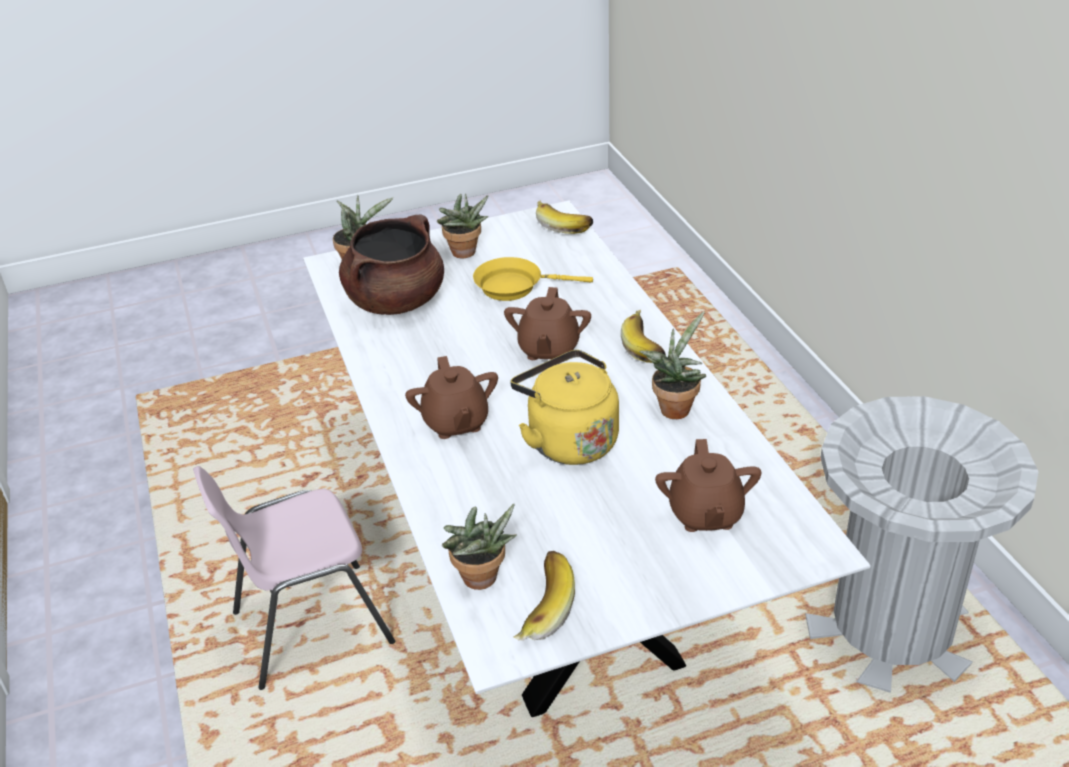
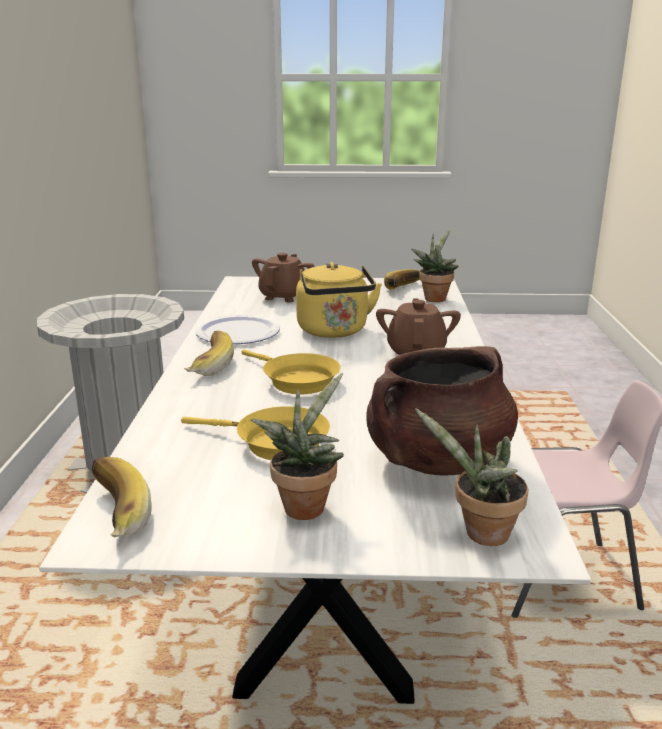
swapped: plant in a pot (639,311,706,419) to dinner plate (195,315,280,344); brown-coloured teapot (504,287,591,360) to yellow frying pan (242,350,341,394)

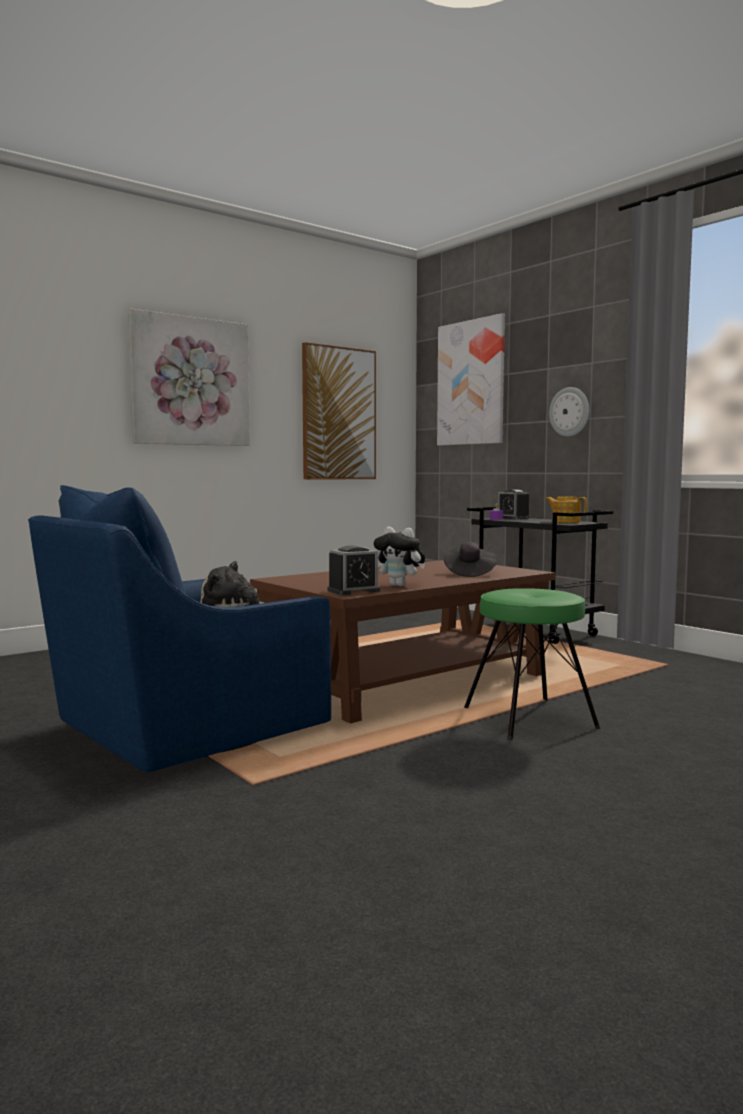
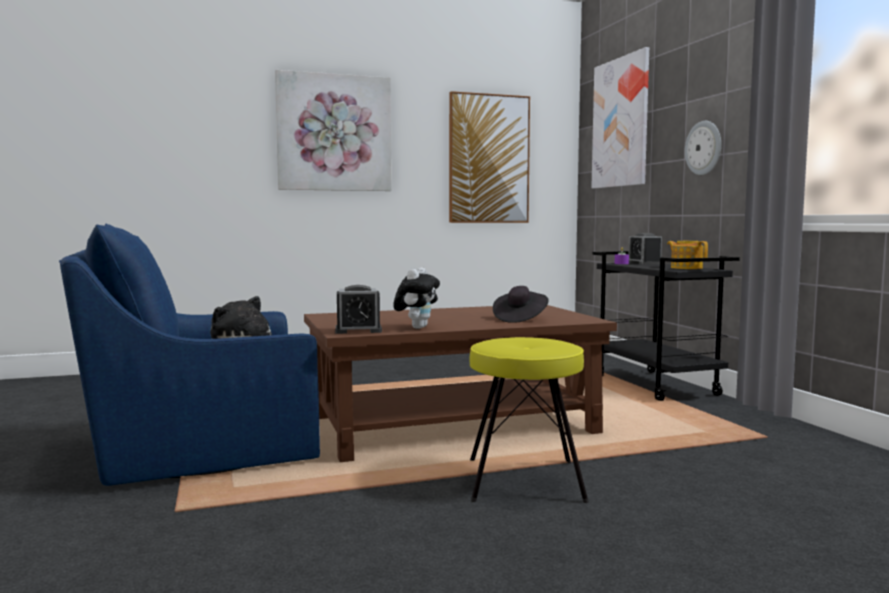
repainted: green sitting stool (464,588,600,740) to yellow sitting stool (470,337,589,503)
rotated: cuddly toy (374,527,425,586) = (393,267,440,329) 120 degrees counterclockwise

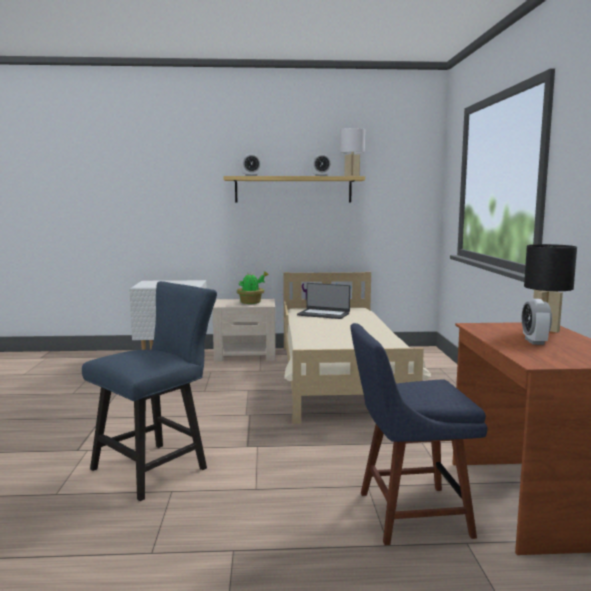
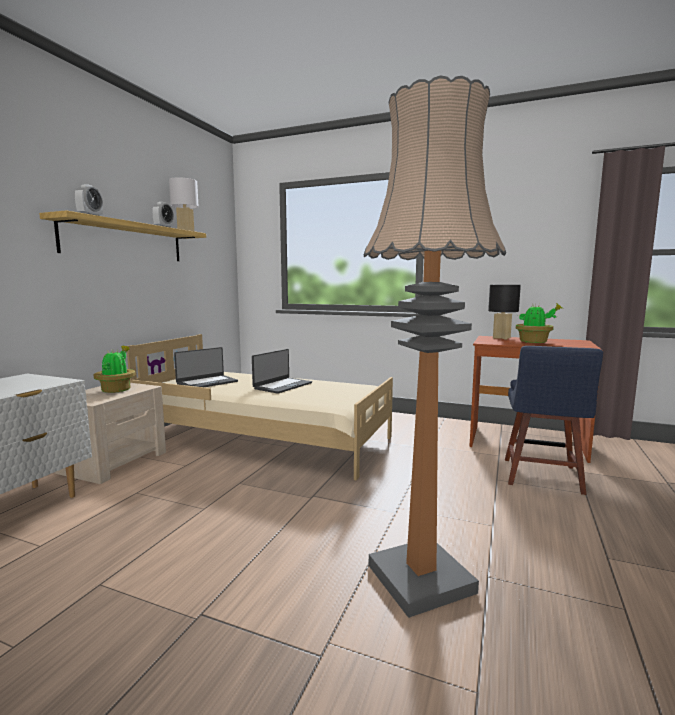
new: portable computer (252,349,312,394)
swapped: bluish plain chair (82,281,217,501) to standing lamp (364,75,506,618); table clock (522,299,552,345) to plant in a pot (516,303,563,343)

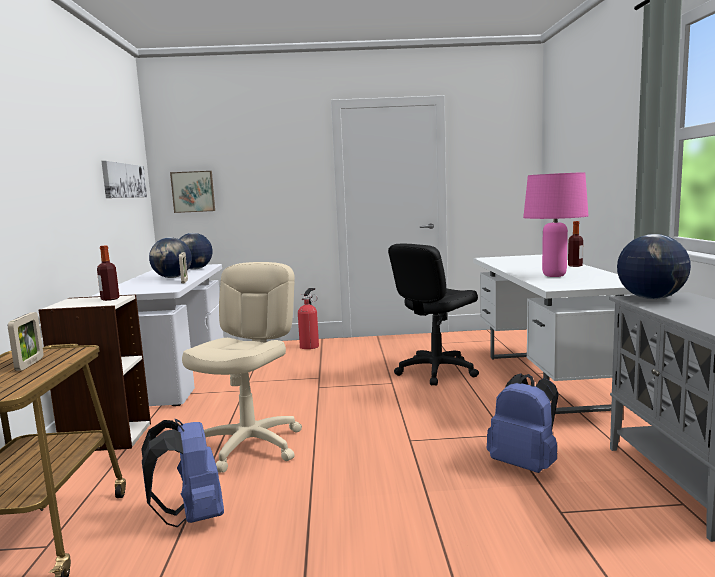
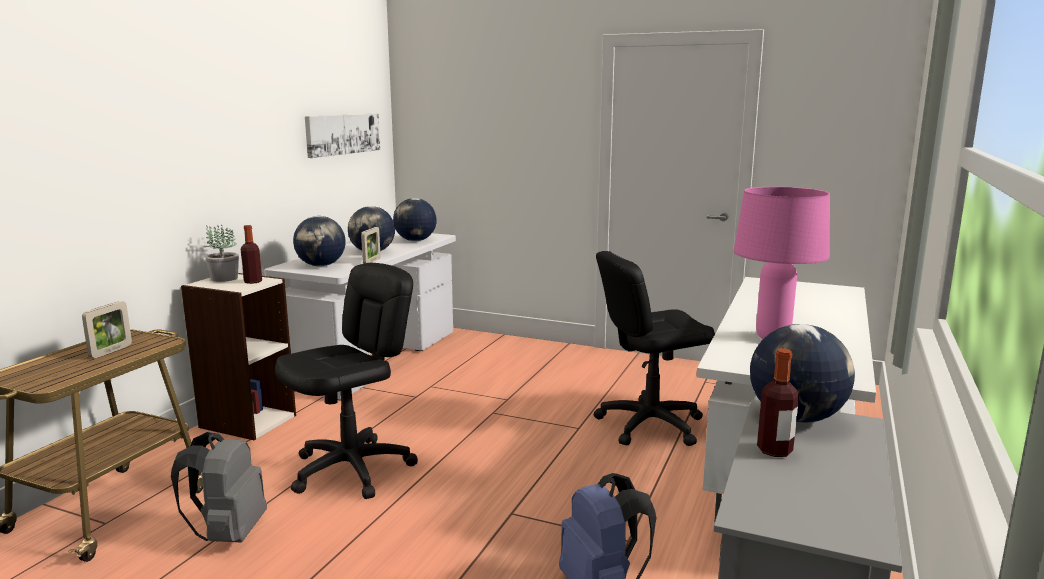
gone: picture (170,171,215,213); fire extinguisher (298,288,319,349)
new: plant in a pot (205,225,239,282); desk globe (293,216,346,267)
shifted: bottle (568,221,583,267) to (757,348,799,457)
repainted: bluish backpack (141,419,224,528) to gray backpack (171,432,267,543); beige-coloured office chair (182,262,302,473) to black office chair (275,263,418,499)

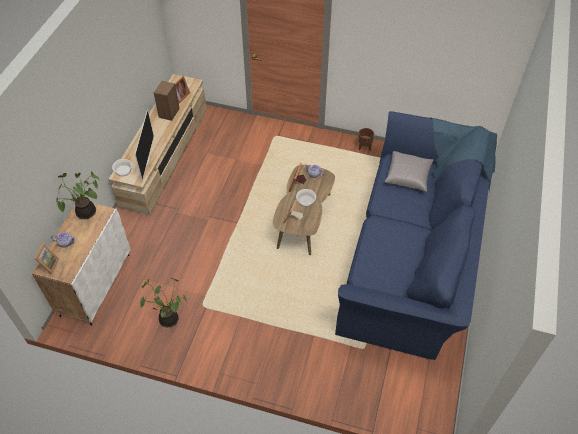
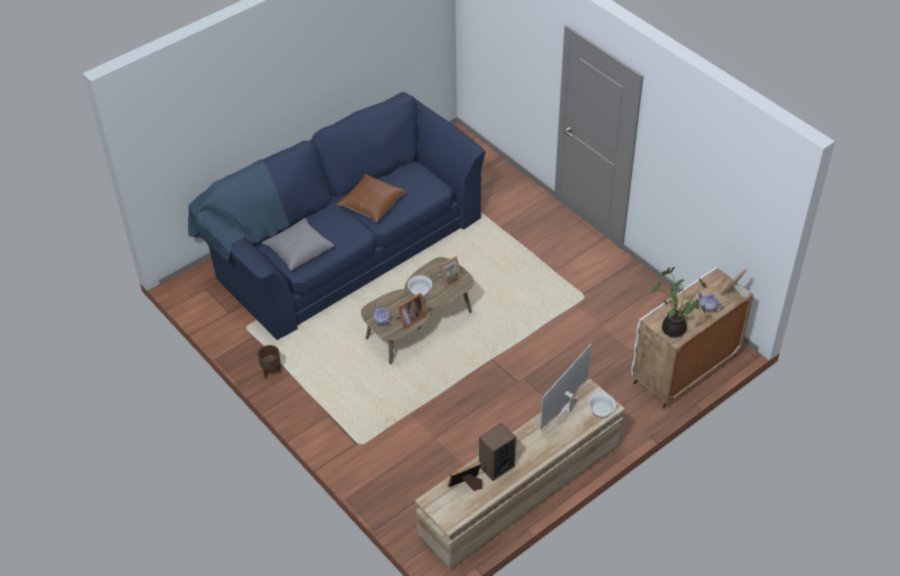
gone: plant in a pot (140,278,187,327)
new: brown-coloured throw pillow (336,174,406,222)

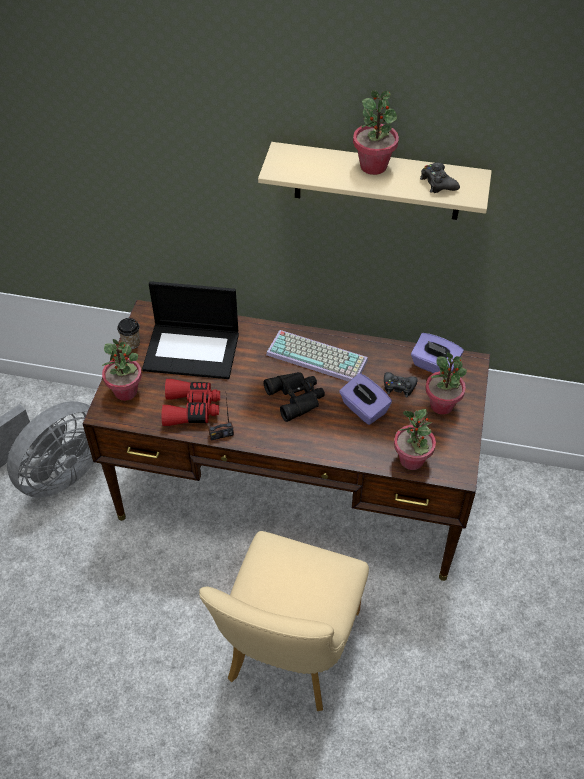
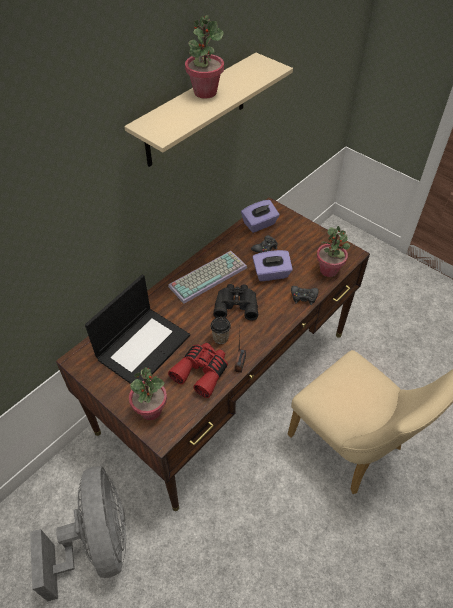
gone: plant in a pot (425,353,467,415)
shifted: cup (117,318,140,349) to (211,317,231,344); black joypad (420,162,460,193) to (291,286,319,305)

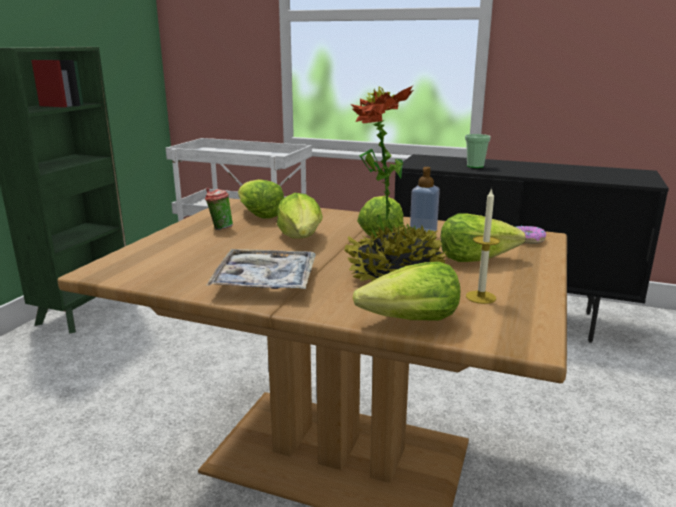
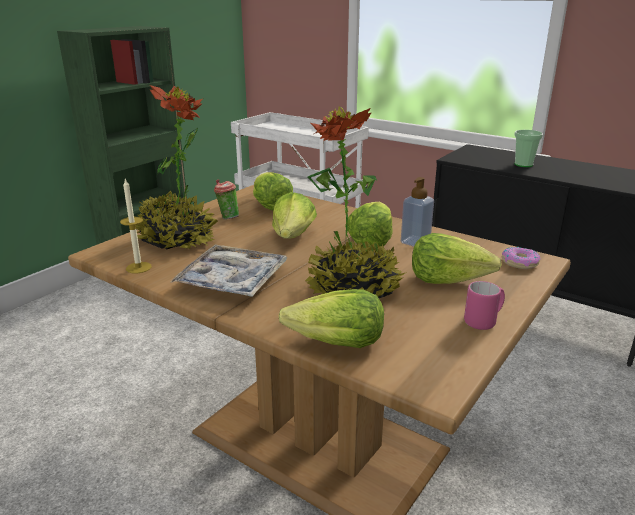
new: plant in a pot (136,85,218,249); pink tea mug (464,281,505,330)
shifted: wax light (466,188,500,304) to (120,179,152,274)

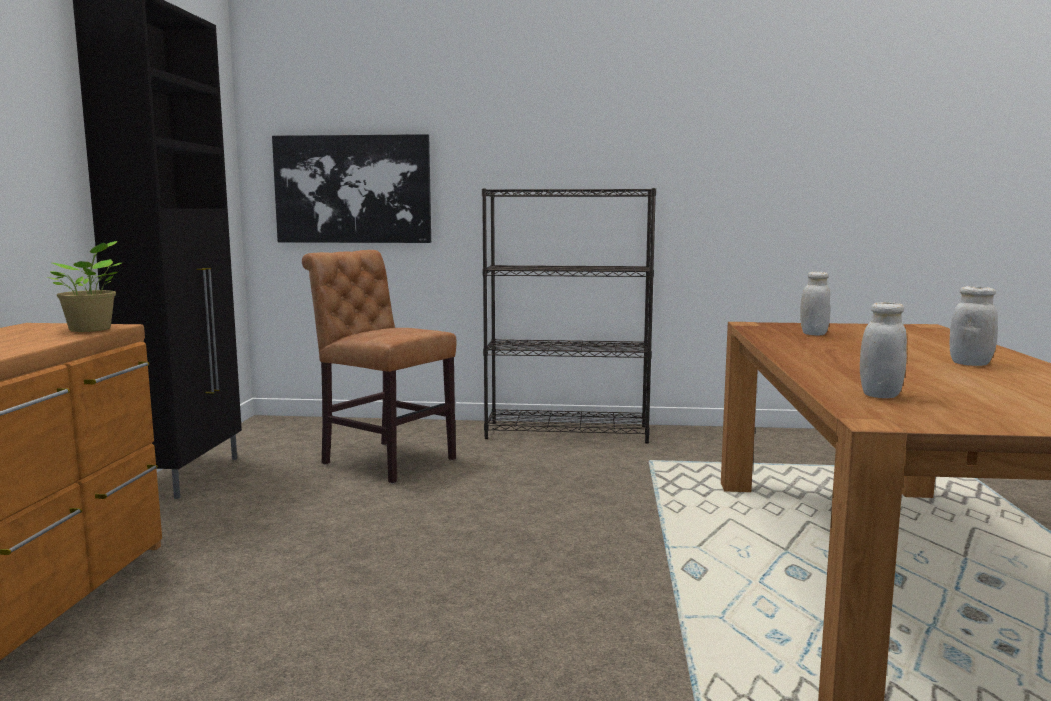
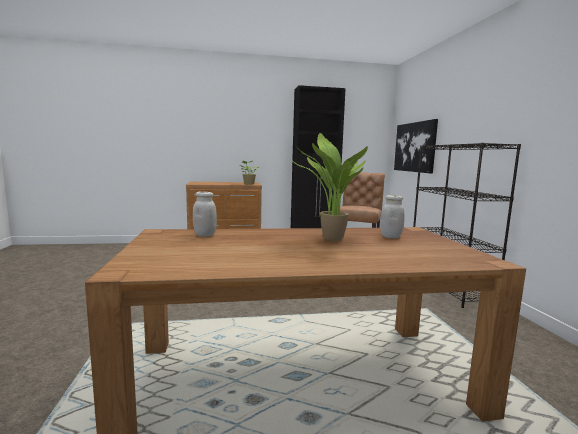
gone: whitish jar (950,286,998,366)
new: plant in a pot (292,133,368,241)

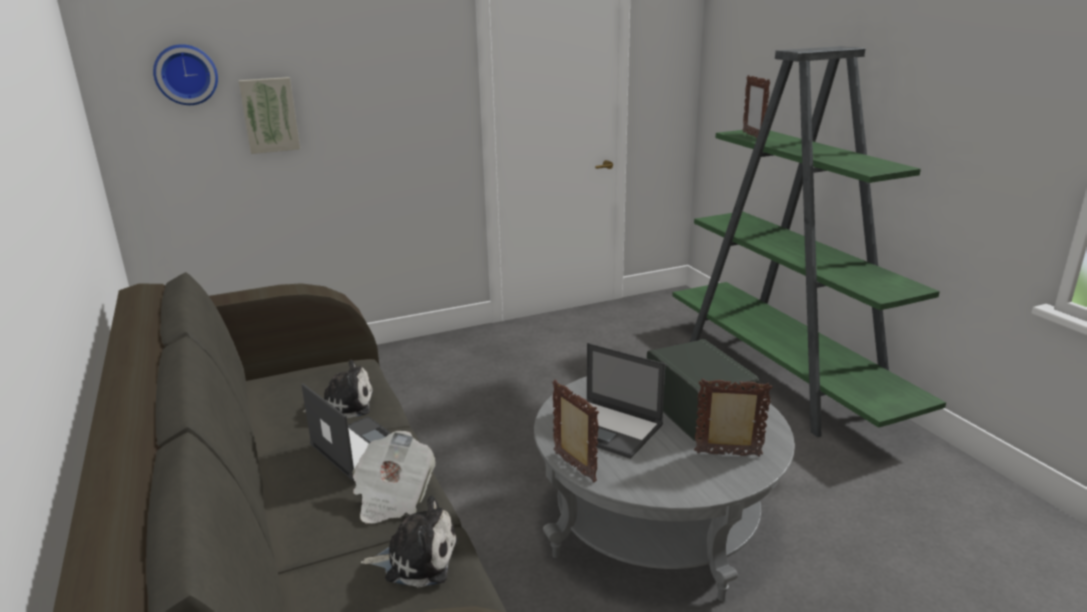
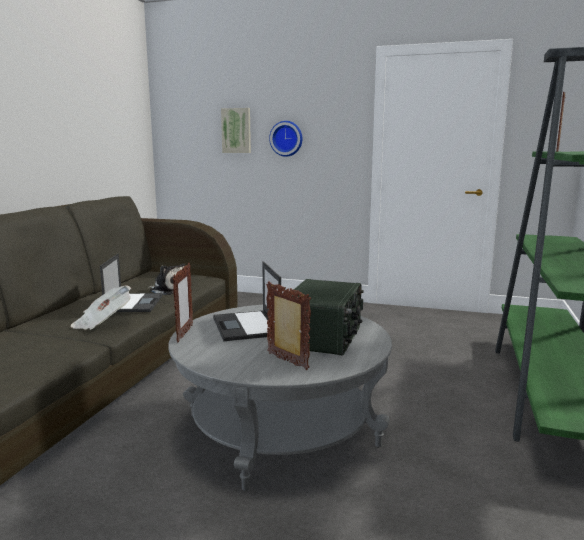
gone: cuddly toy (361,496,458,587)
shifted: clock on the wall (153,44,218,105) to (269,121,302,157)

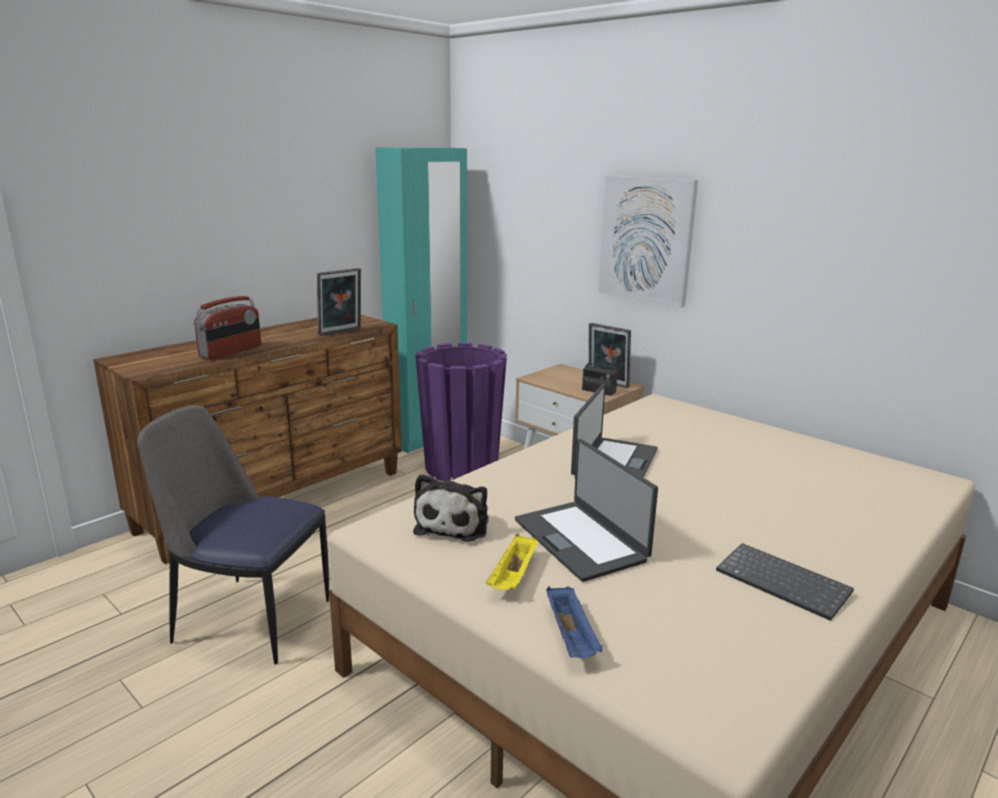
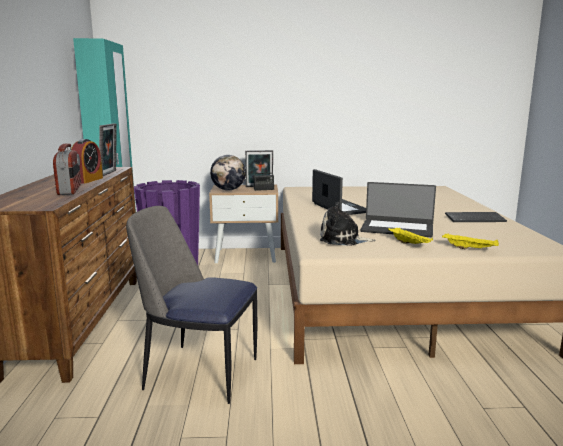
gone: picture (598,175,698,307)
new: table clock (71,139,103,183); desk globe (210,155,246,191)
repainted: bluish serving tray (546,586,603,658) to yellow serving tray (442,233,499,250)
rotated: plain chair (137,405,329,665) = (126,206,257,404) 45 degrees clockwise; cuddly toy (413,474,489,542) = (320,202,375,246) 135 degrees clockwise

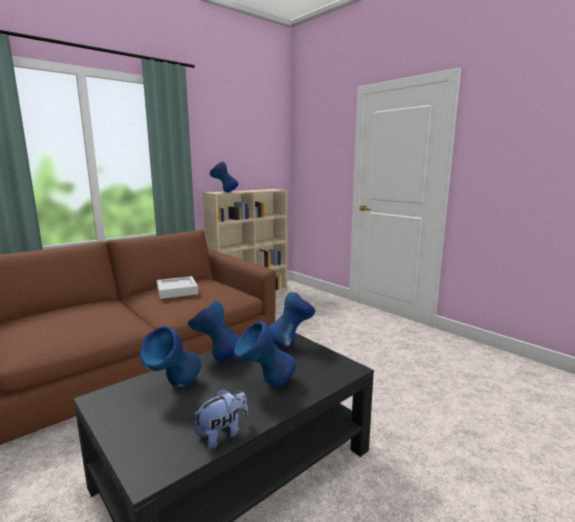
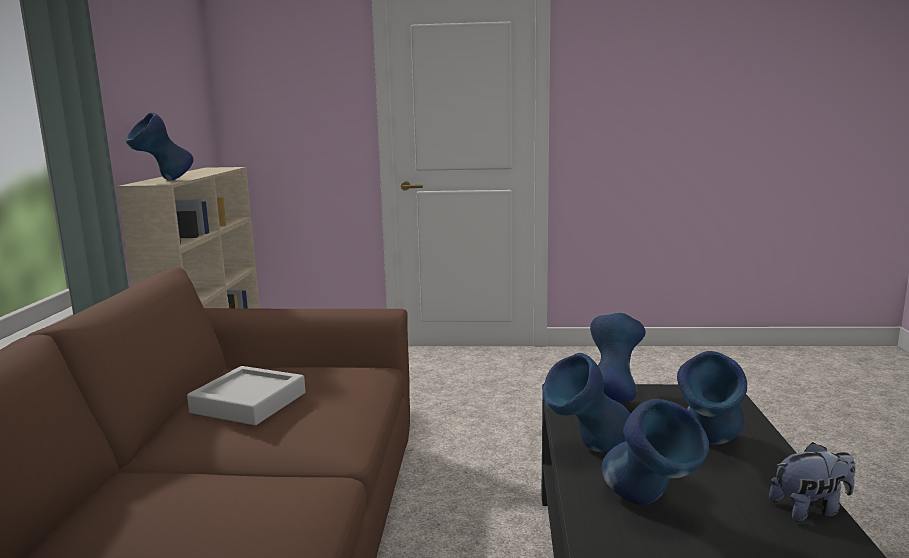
rotated: cuddly toy (193,389,248,449) = (769,442,856,522) 75 degrees clockwise

